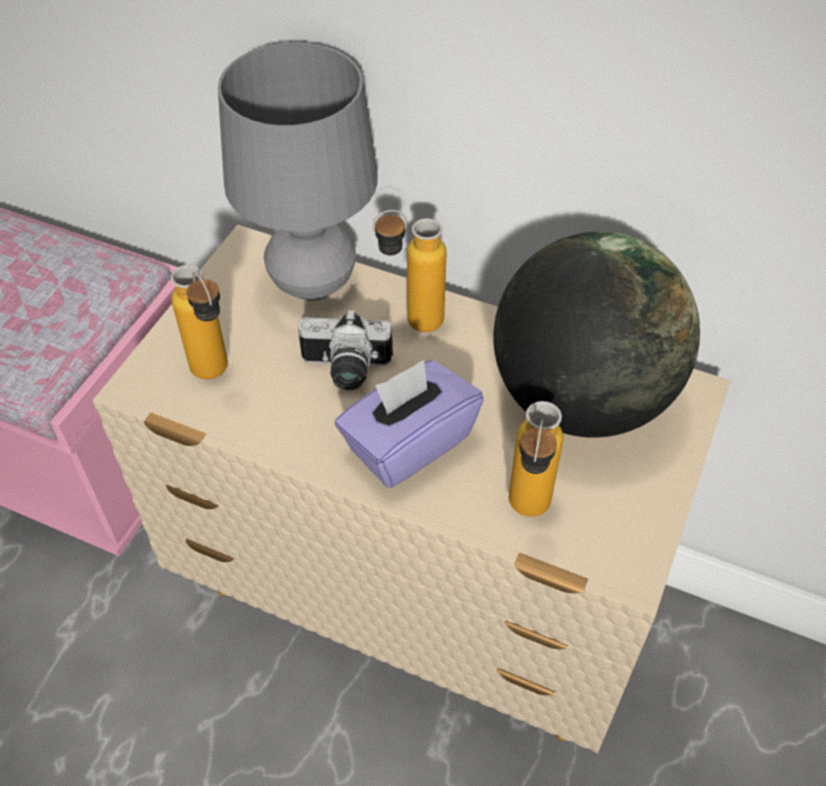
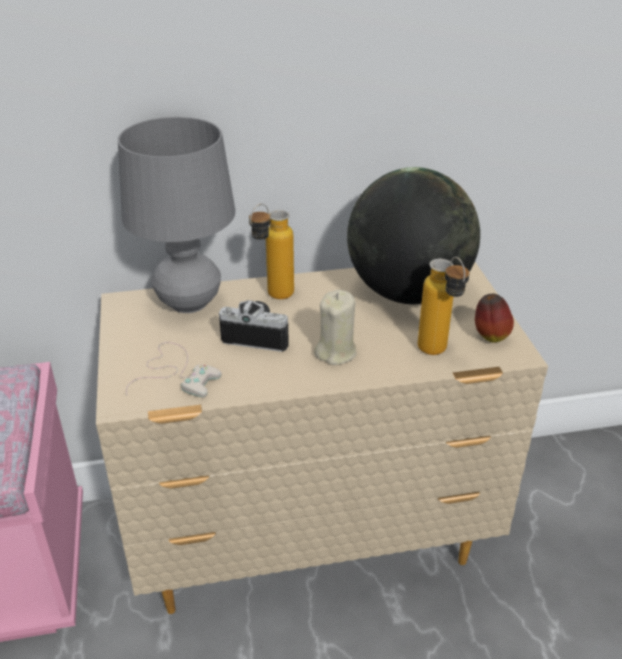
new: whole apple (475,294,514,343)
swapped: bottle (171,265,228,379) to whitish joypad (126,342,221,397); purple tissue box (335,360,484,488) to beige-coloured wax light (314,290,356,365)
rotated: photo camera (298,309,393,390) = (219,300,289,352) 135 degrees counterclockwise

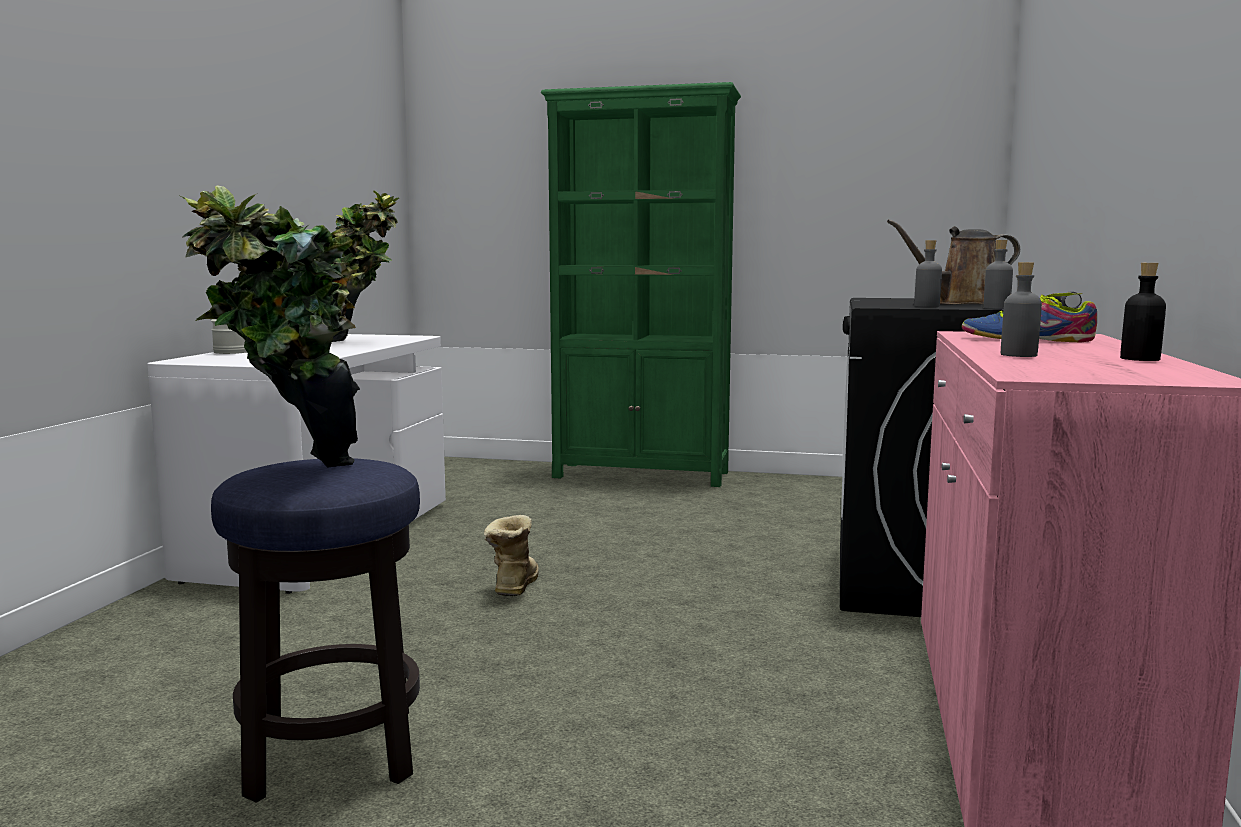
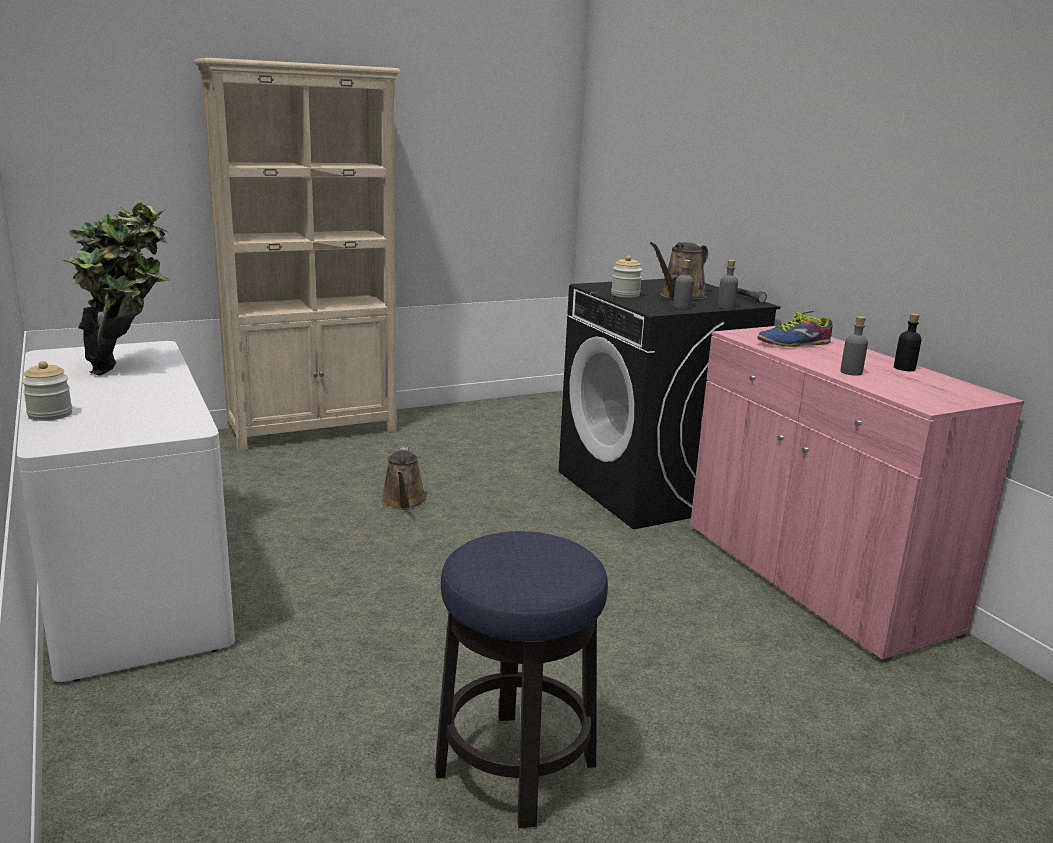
gone: plant in a pot (181,185,363,467); boot (484,515,539,596)
new: brown-coloured sprinkling can (381,447,426,510); jar (611,255,642,298)
repainted: green shelving unit (541,82,741,487) to beige-coloured shelving unit (194,57,401,451)

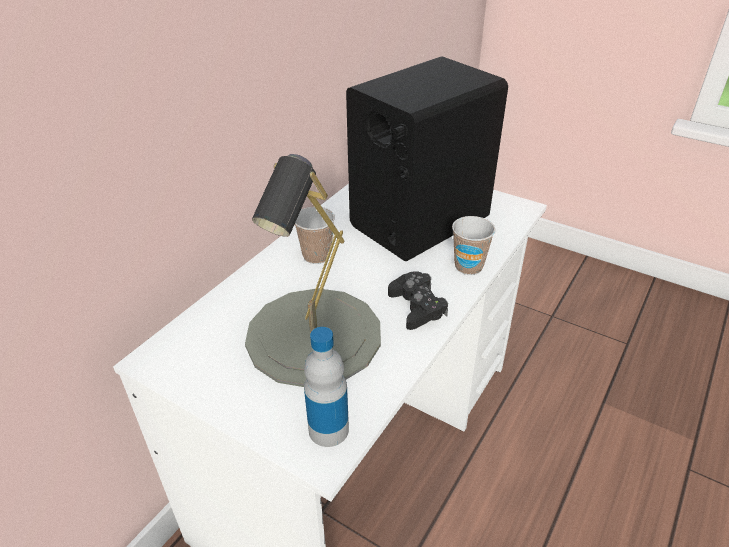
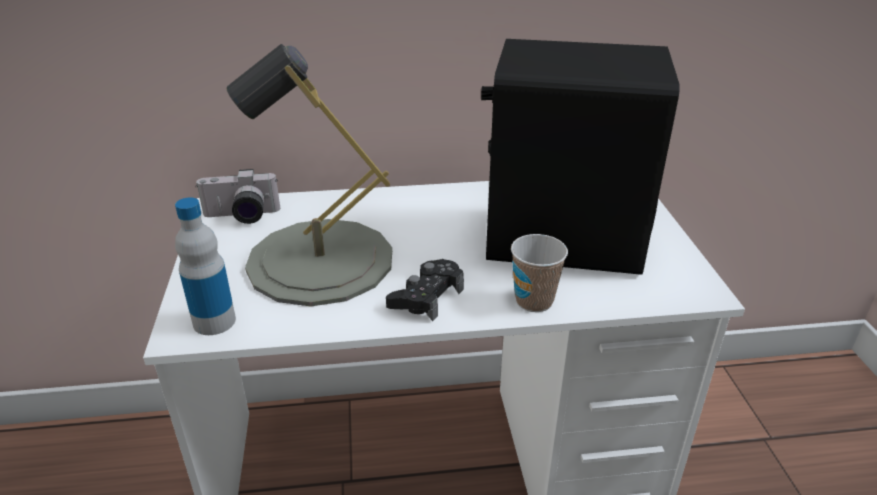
gone: cup (295,207,335,264)
new: photo camera (195,169,280,224)

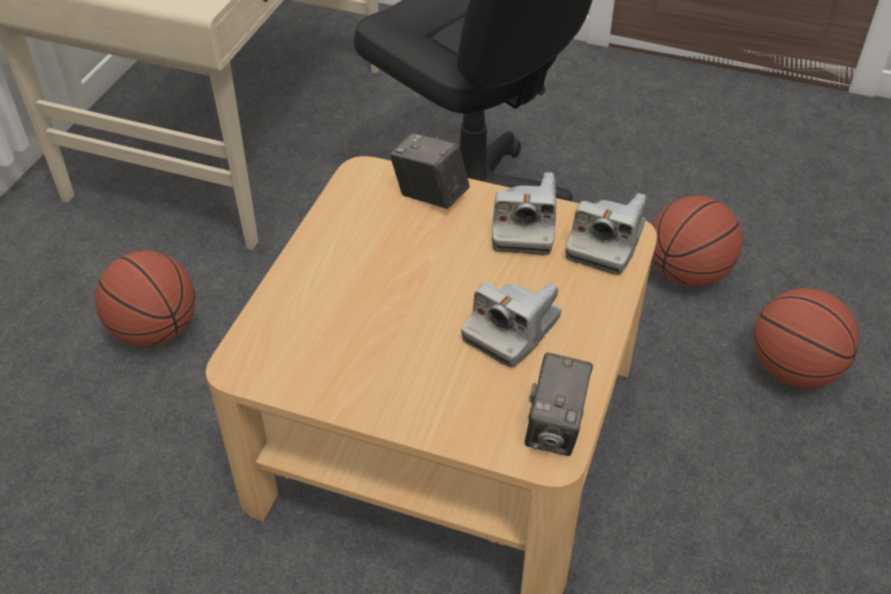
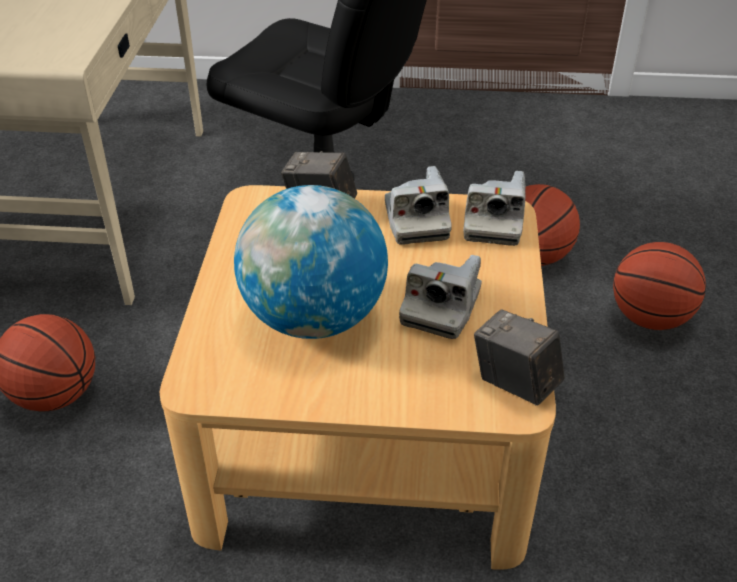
new: desk globe (234,185,388,339)
rotated: photo camera (525,352,593,456) = (474,309,565,406) 135 degrees clockwise

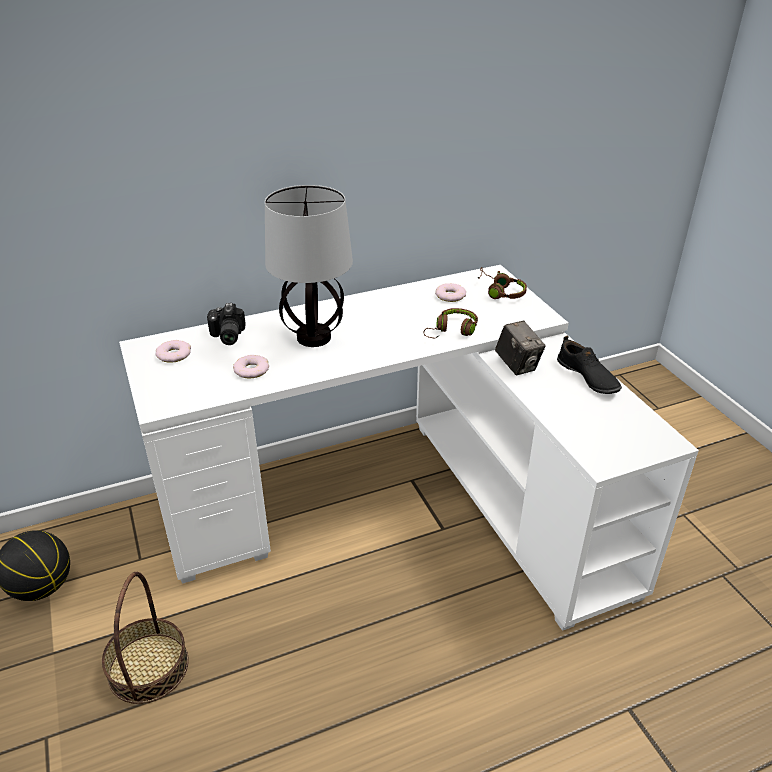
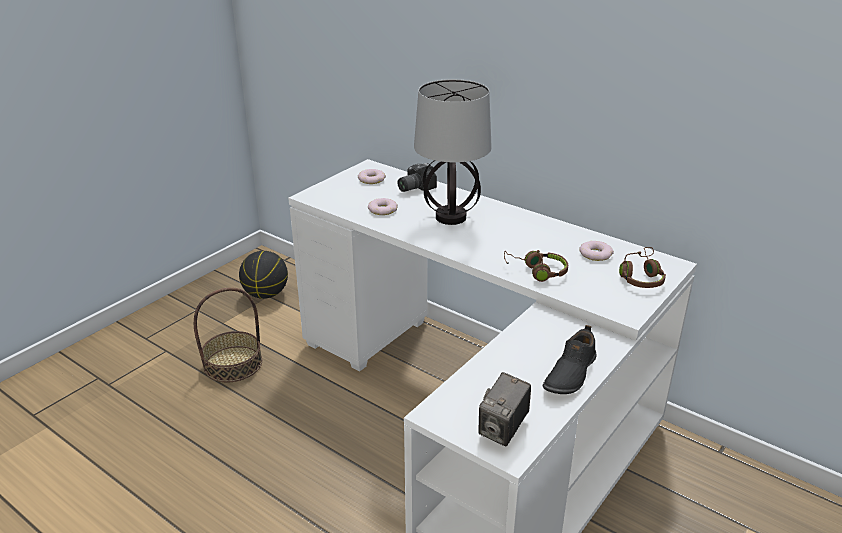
shifted: photo camera (495,321,546,375) to (478,372,531,446)

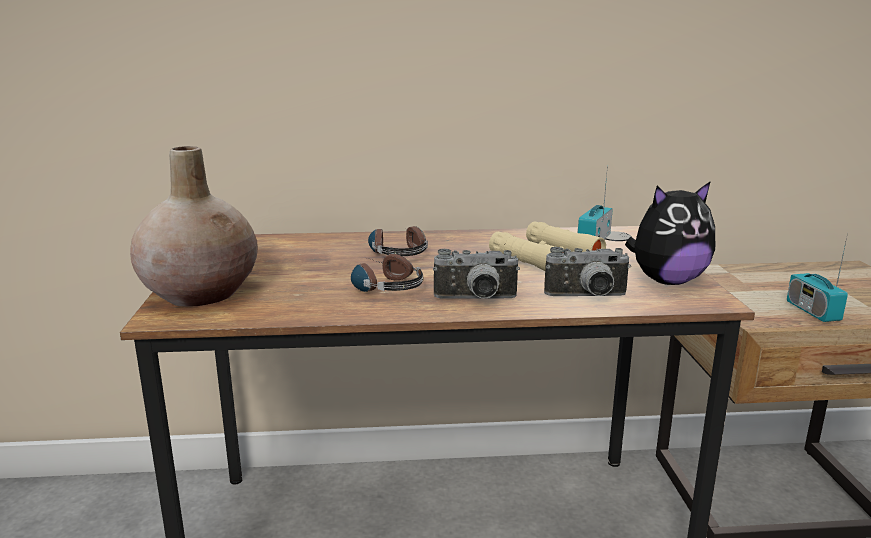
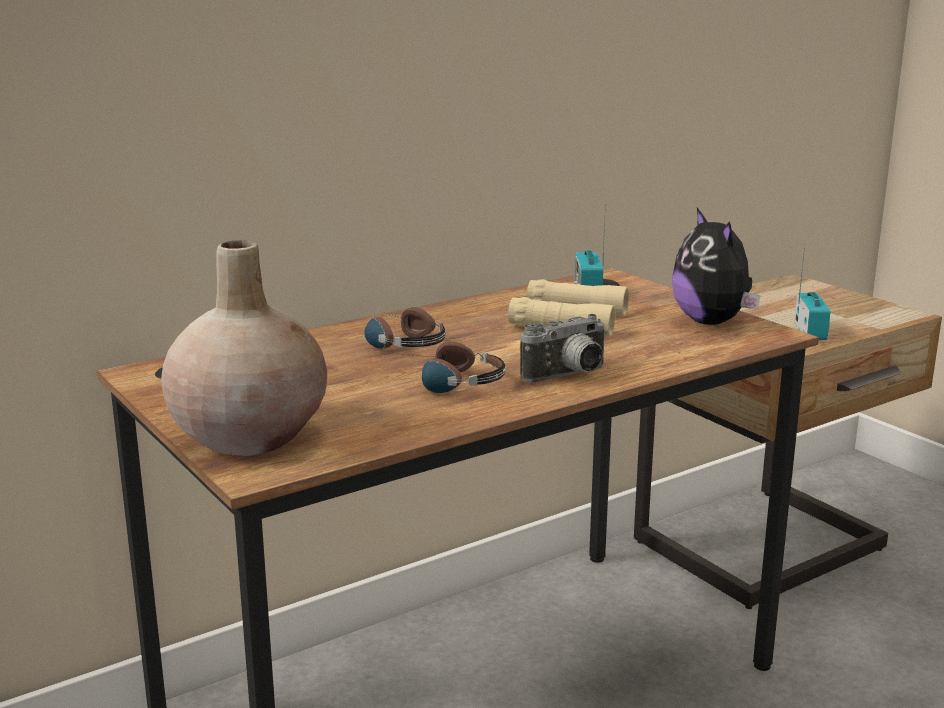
gone: photo camera (544,247,631,296)
rotated: cuddly toy (625,181,715,285) = (672,208,760,325) 120 degrees clockwise; radio (787,233,848,322) = (794,245,830,340) 135 degrees counterclockwise

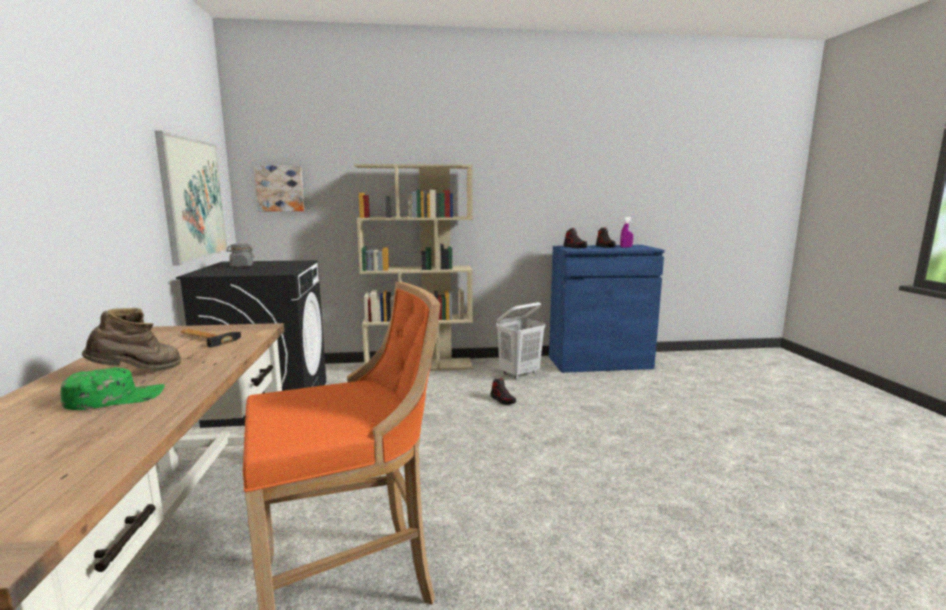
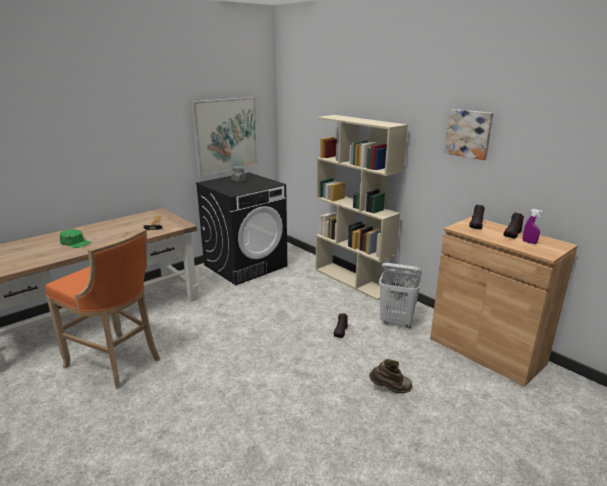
shifted: brown-coloured boot (82,308,181,371) to (369,359,412,393); picture (254,165,305,211) to (444,109,494,160)
repainted: bluish cabinet (549,245,665,373) to brown-coloured cabinet (430,217,578,387)

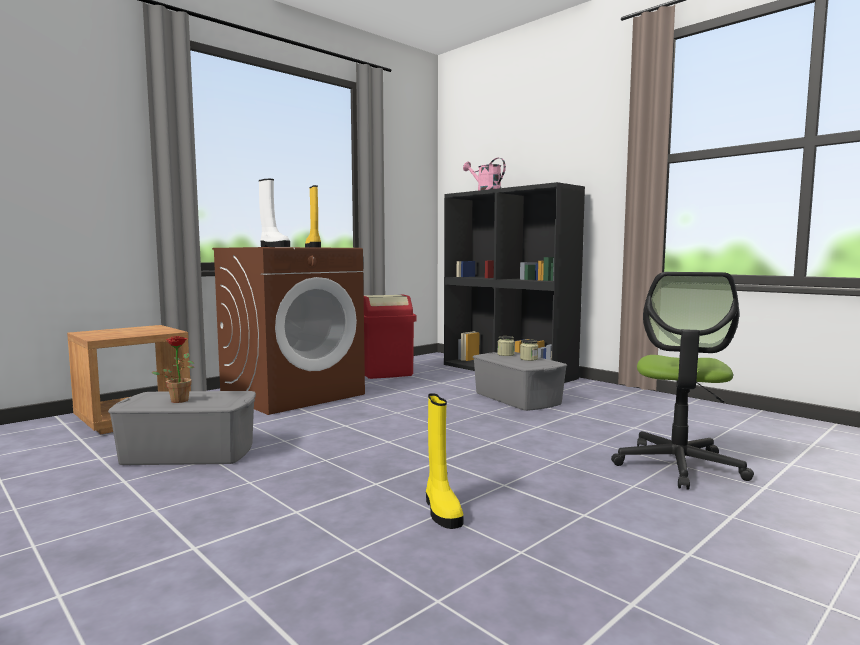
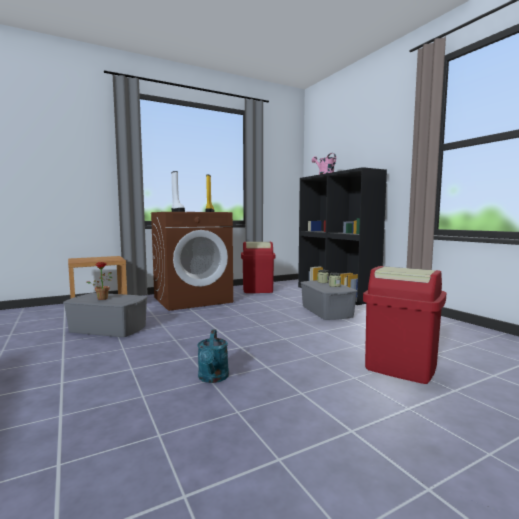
swapped: yellow boot (426,393,464,529) to turquoise-coloured sprinkling can (197,329,229,383); office chair (611,272,754,490) to red-coloured trash can (363,266,446,384)

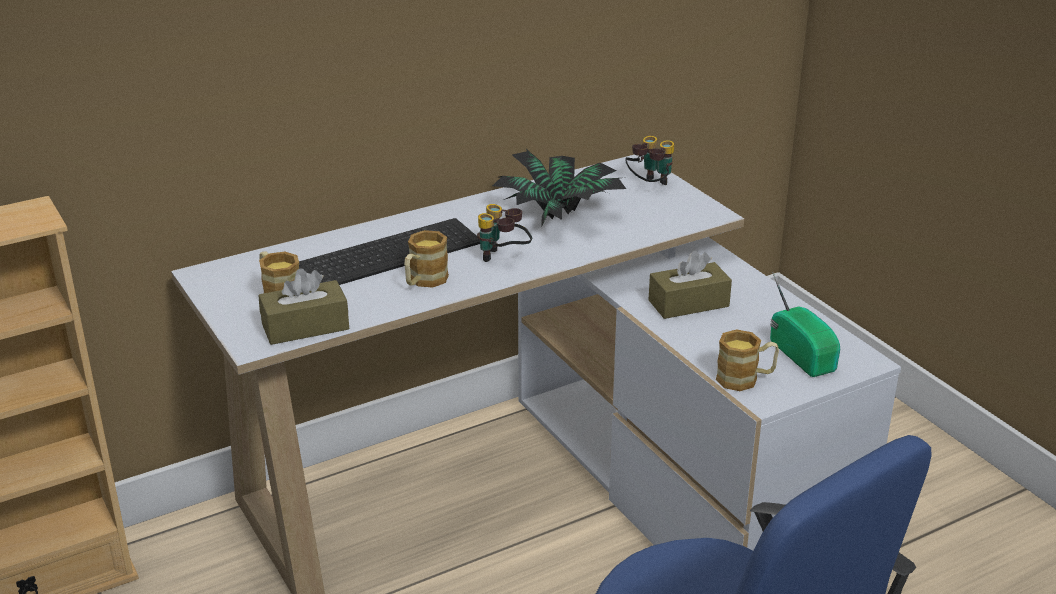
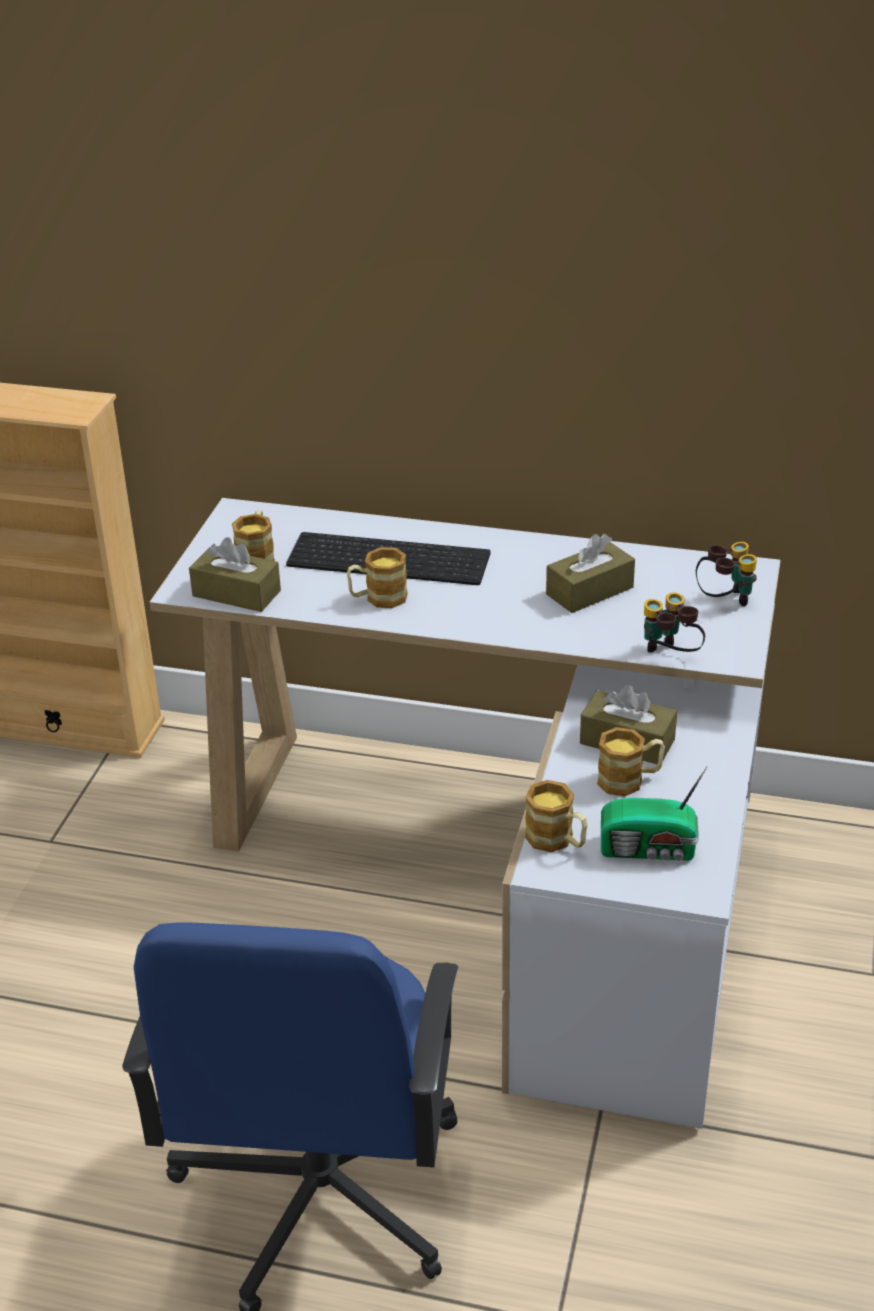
new: tea mug (597,727,665,796)
shifted: field glasses (477,204,532,262) to (644,592,705,653)
swapped: plant in a pot (492,149,626,227) to brown-coloured tissue box (546,534,635,613)
rotated: radio (770,272,840,377) = (601,767,707,861) 75 degrees clockwise

